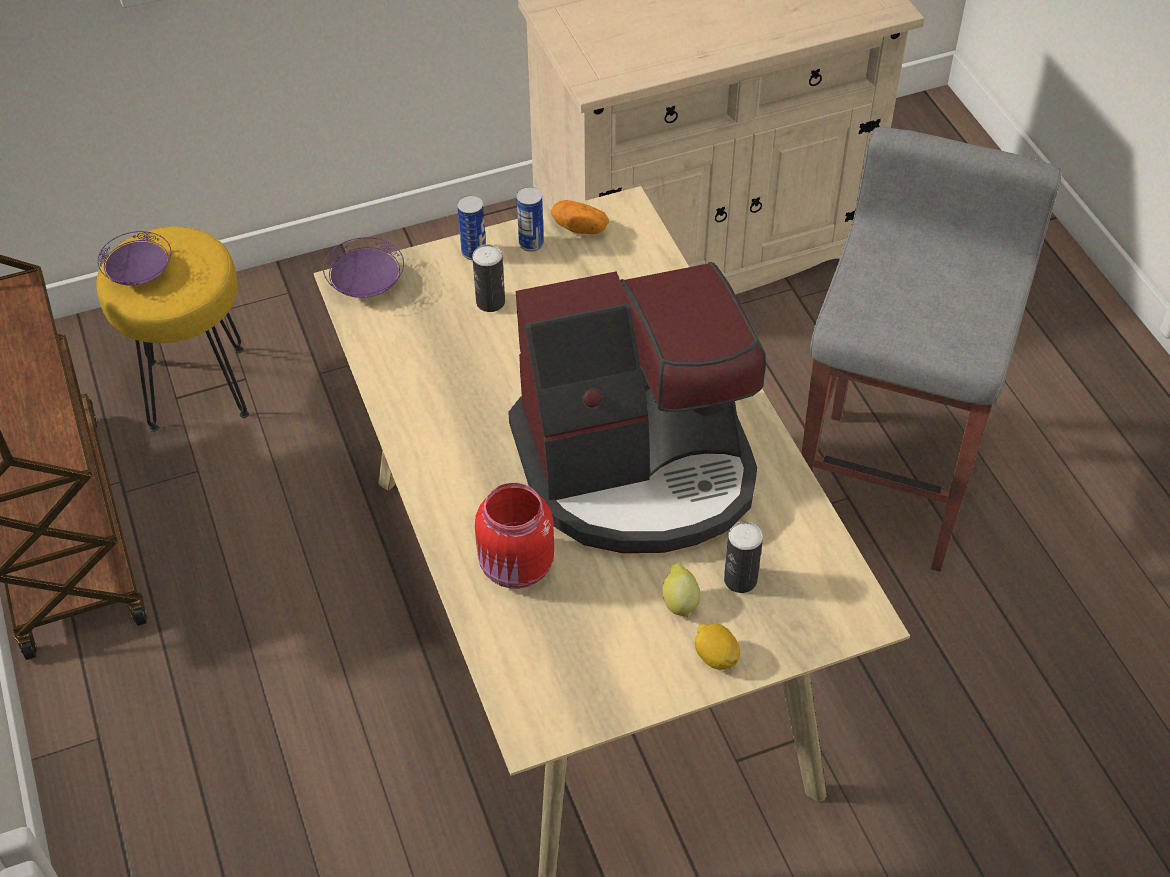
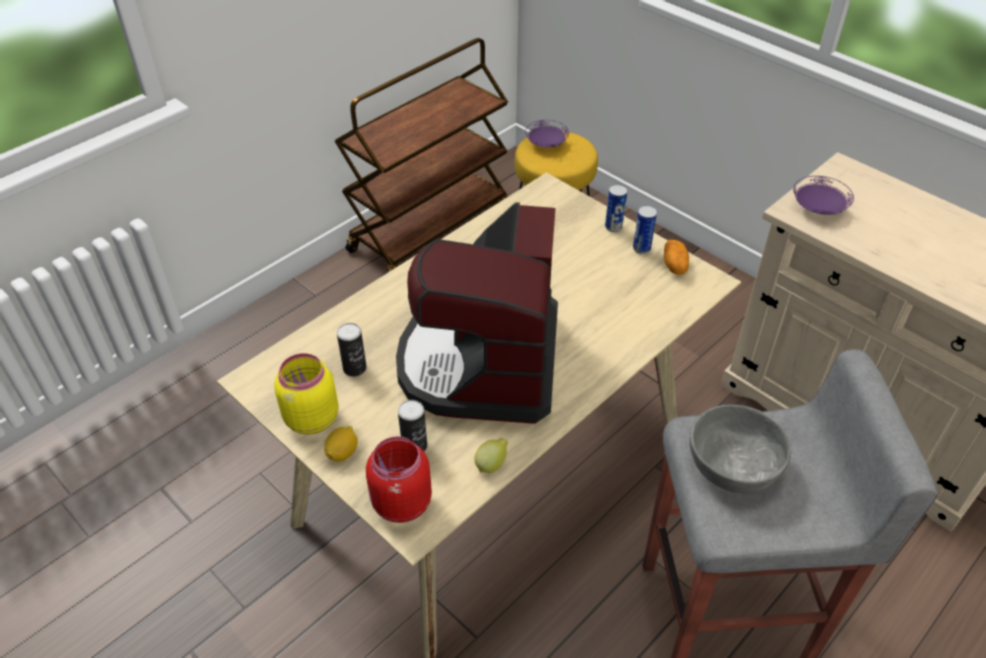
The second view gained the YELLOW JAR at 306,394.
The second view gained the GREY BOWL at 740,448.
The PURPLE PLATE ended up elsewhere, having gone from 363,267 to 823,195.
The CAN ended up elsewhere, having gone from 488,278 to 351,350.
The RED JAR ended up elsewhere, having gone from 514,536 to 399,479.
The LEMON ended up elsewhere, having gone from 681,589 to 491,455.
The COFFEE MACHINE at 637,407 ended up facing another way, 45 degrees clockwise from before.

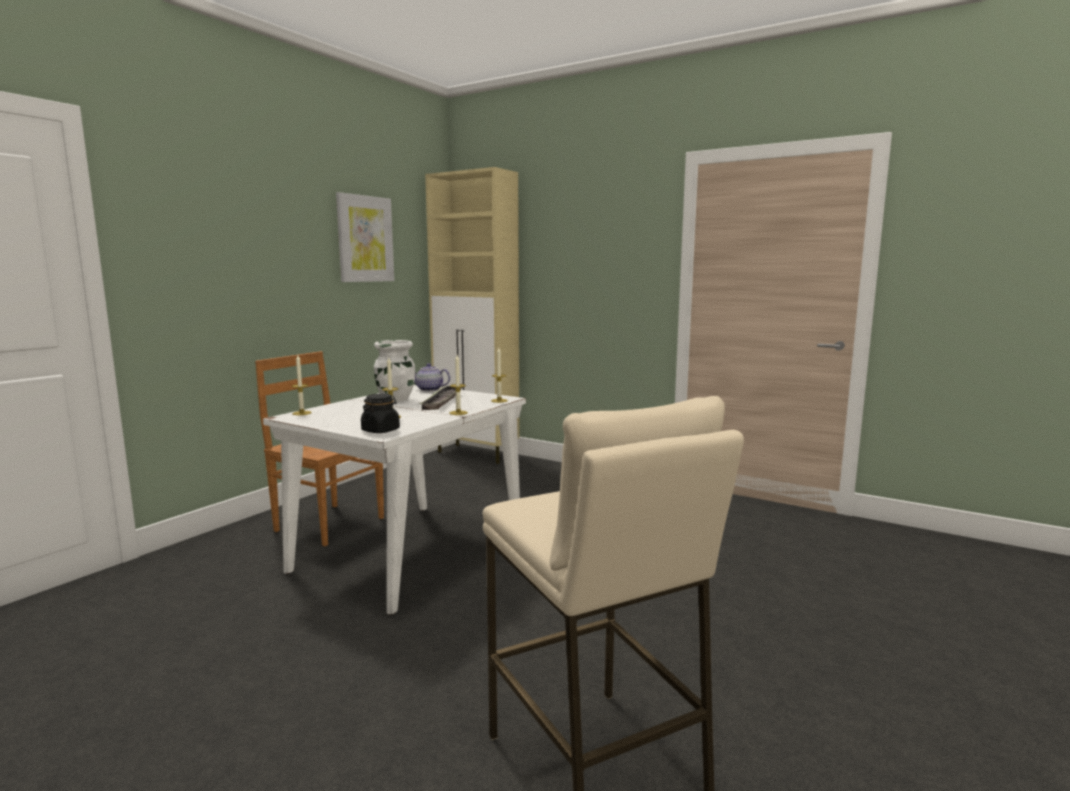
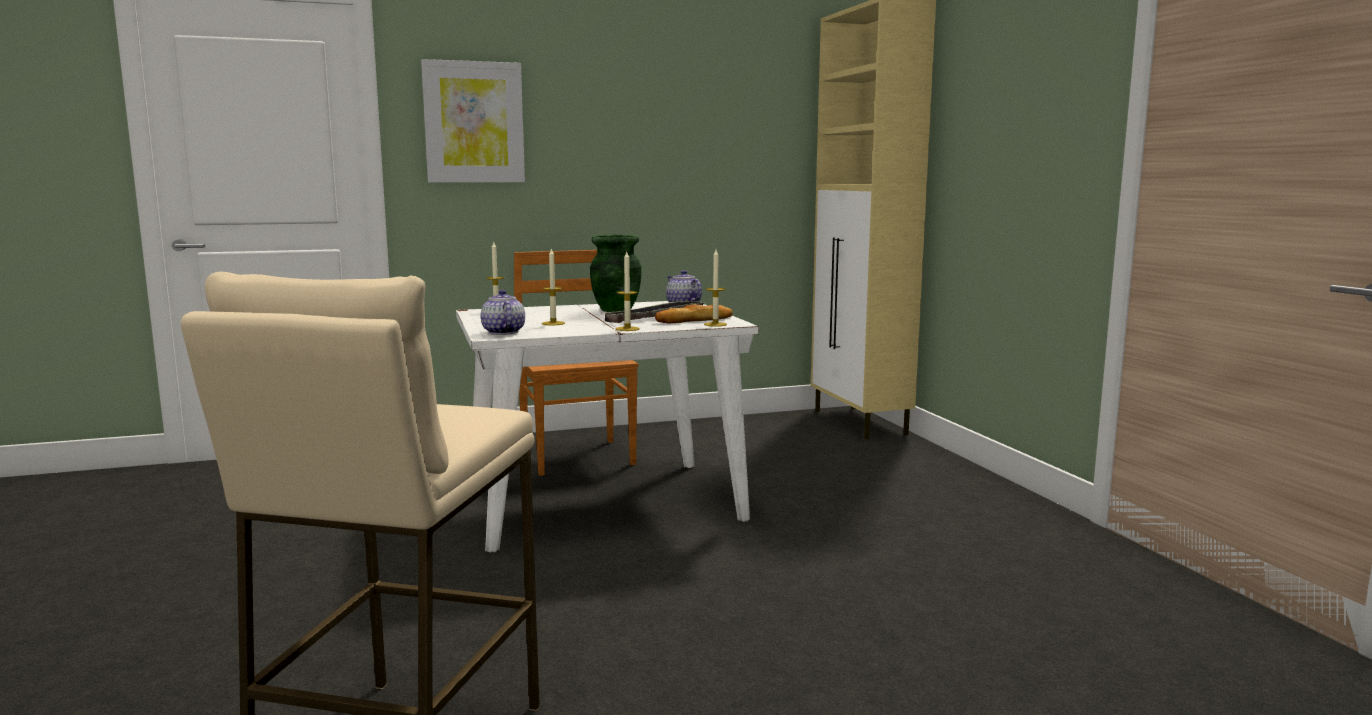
The second view gained the BREAD at 694,313.
The PICTURE ended up elsewhere, having gone from 365,237 to 473,121.
Where the BLACK JAR stood at 380,413, the TEAPOT came to stand at 503,312.
What was the WHITE VASE at 394,371 turned into the GREEN VASE at 616,273.

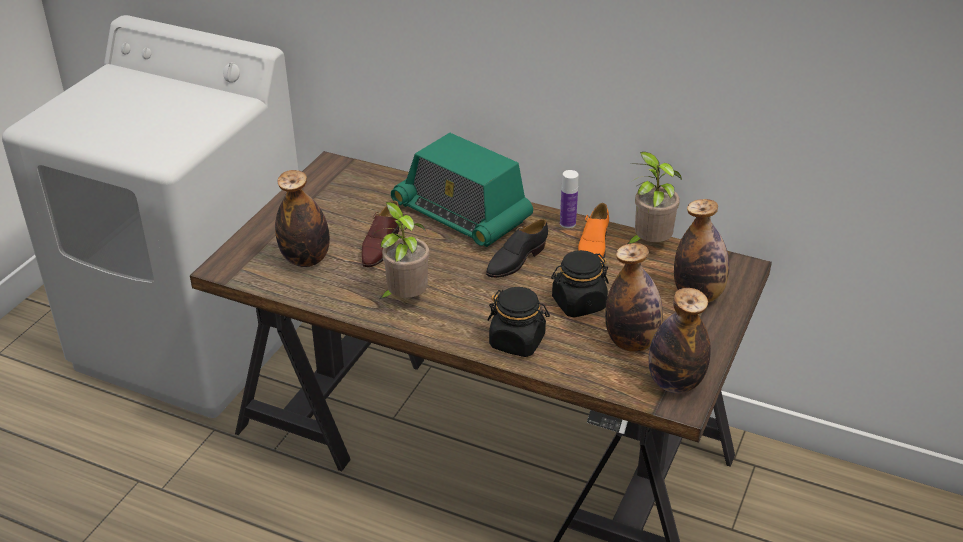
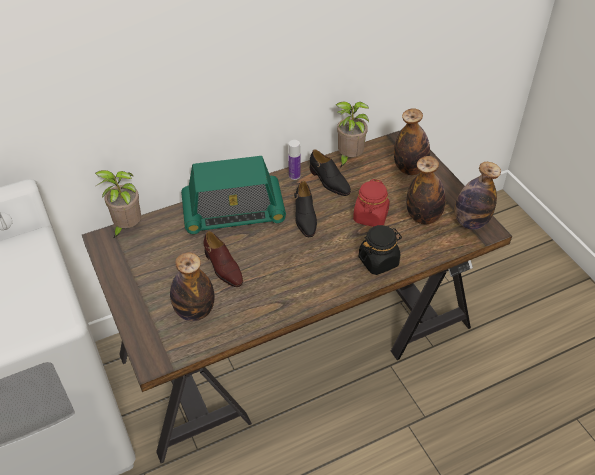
The POTTED PLANT ended up elsewhere, having gone from 401,251 to 118,204.
What was the BLACK JAR at 580,284 turned into the RED JAR at 371,203.
What was the ORANGE SHOE at 593,230 turned into the BLACK SHOE at 330,173.

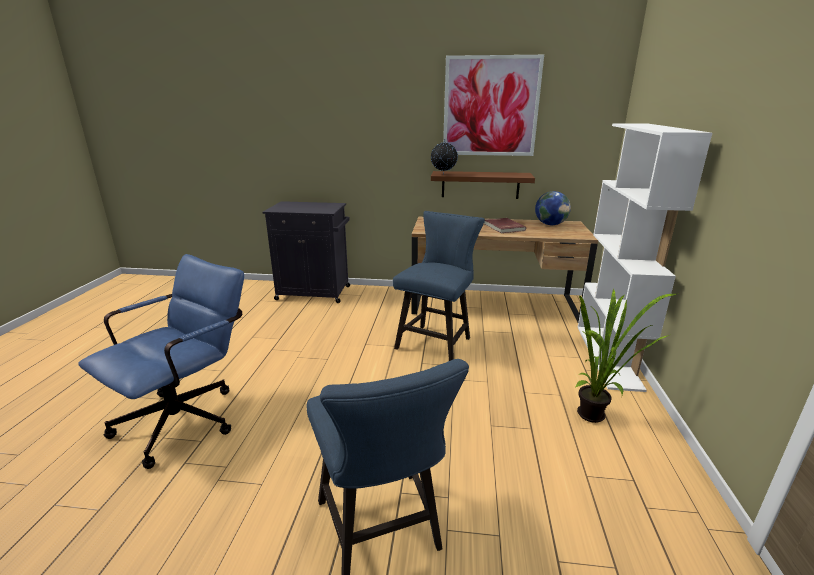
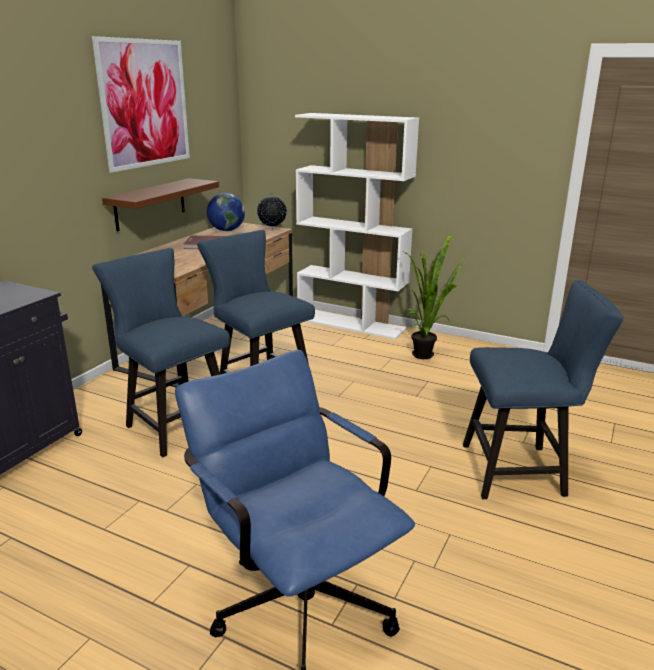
The second view gained the BLUE CHAIR at 161,352.
The GLOBE ended up elsewhere, having gone from 444,157 to 272,210.

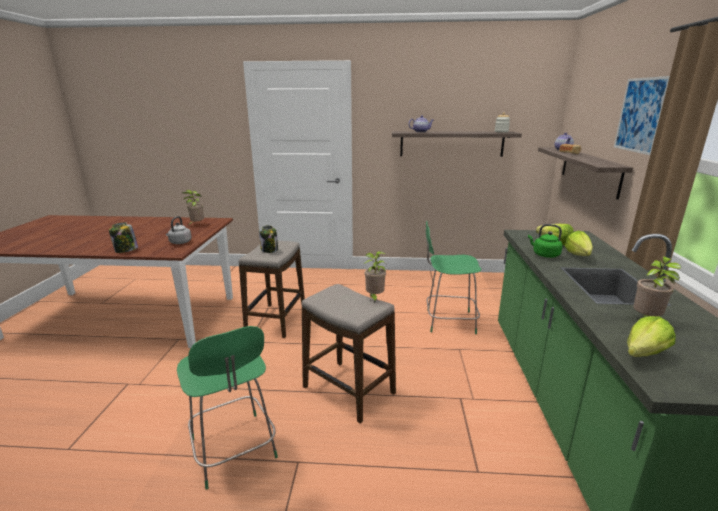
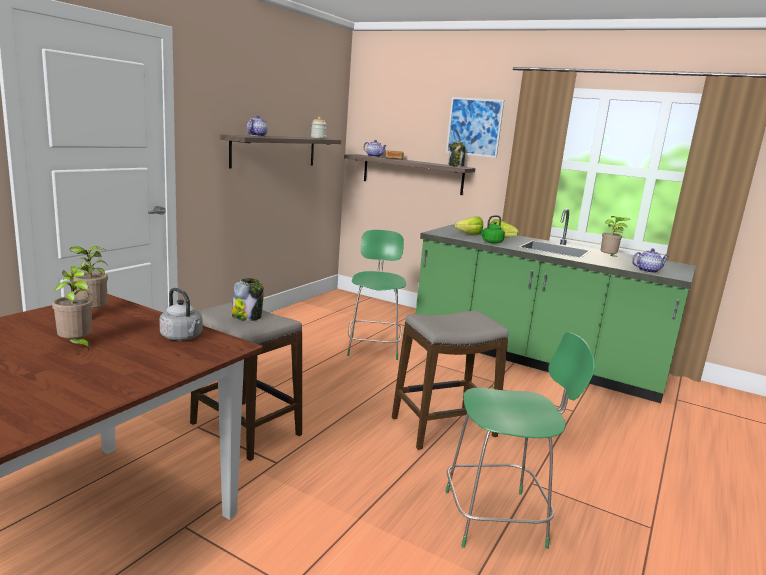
The JAR ended up elsewhere, having gone from 123,237 to 457,154.
The POTTED PLANT ended up elsewhere, having gone from 375,277 to 72,308.
Where the LETTUCE stood at 651,336, the TEAPOT came to stand at 650,260.
The GREEN CHAIR at 453,277 ended up facing another way, 150 degrees clockwise from before.

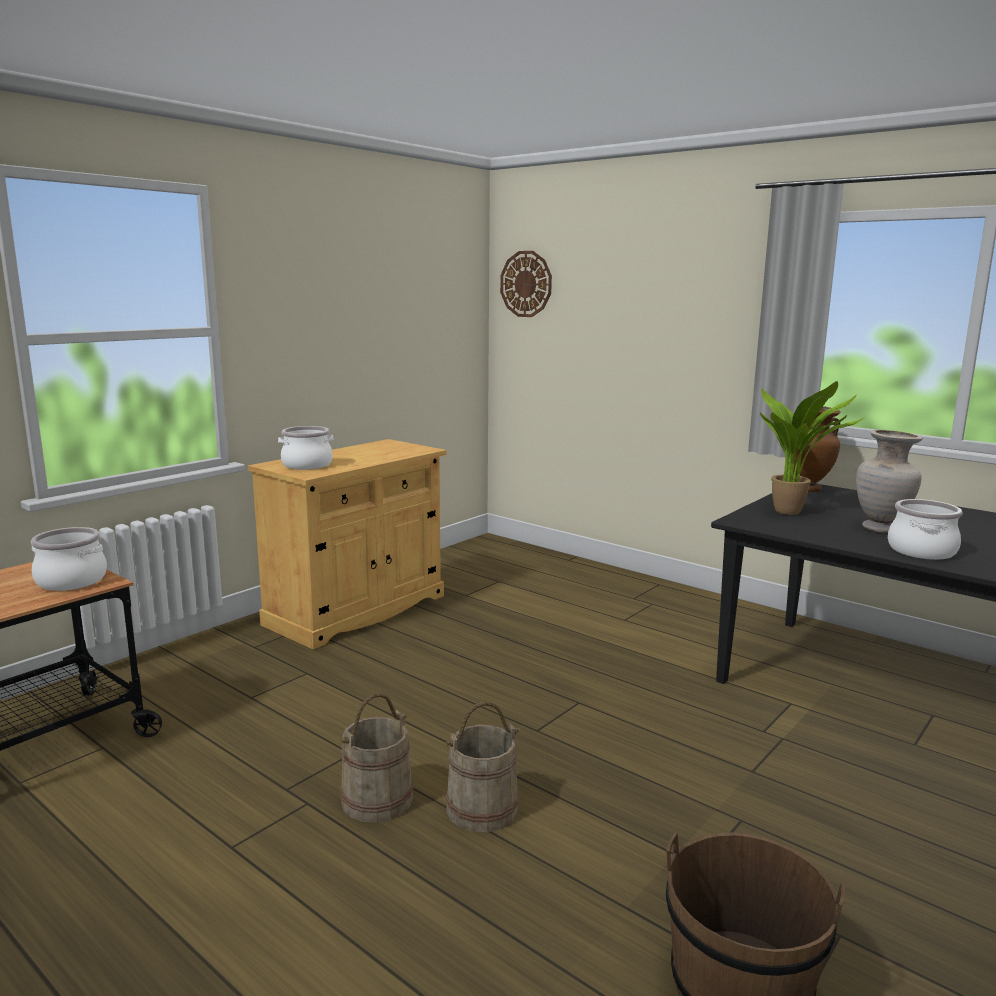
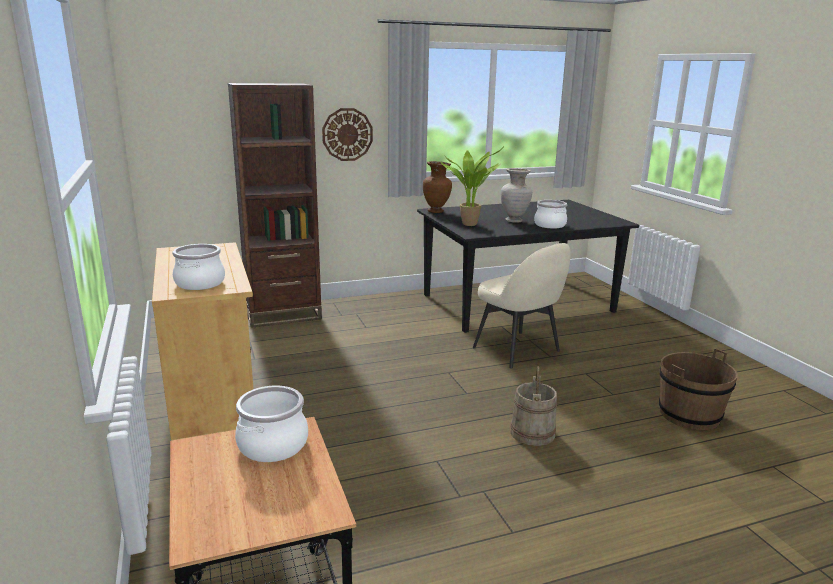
The second view lost the BEIGE BUCKET at 376,758.
The second view gained the BROWN BOOKCASE at 275,205.
The second view gained the BEIGE CHAIR at 522,305.
The WALL CLOCK ended up elsewhere, having gone from 526,284 to 347,134.

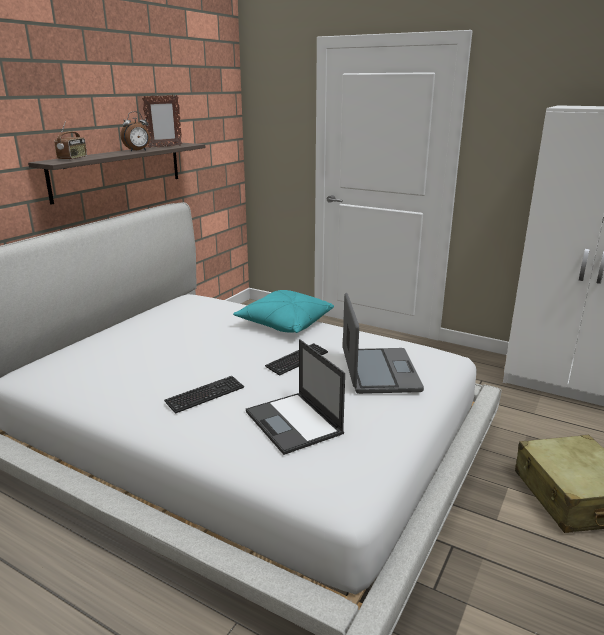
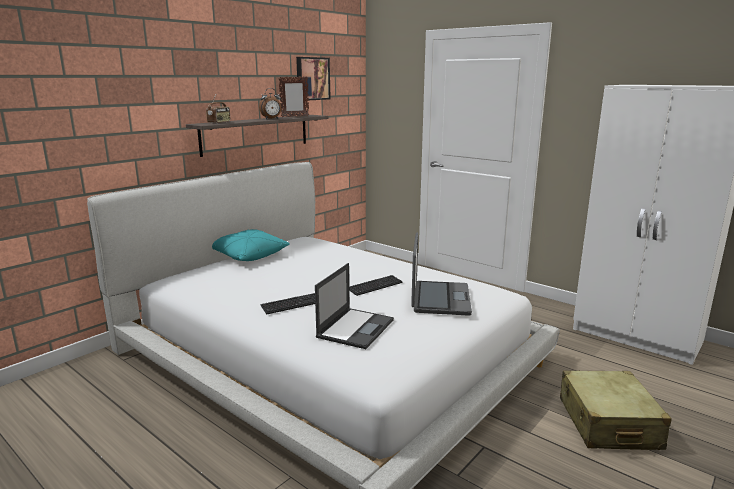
The second view gained the PICTURE at 313,78.
The TURQUOISE PILLOW ended up elsewhere, having gone from 283,311 to 251,245.
The LAPTOP at 295,397 ended up facing another way, 135 degrees counterclockwise from before.

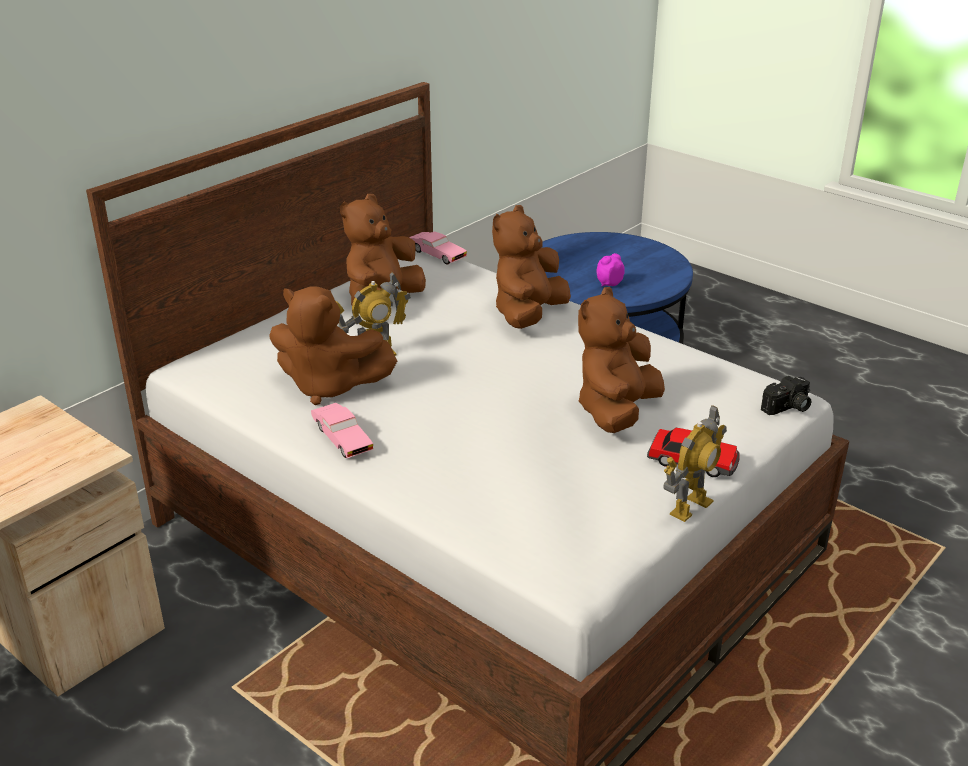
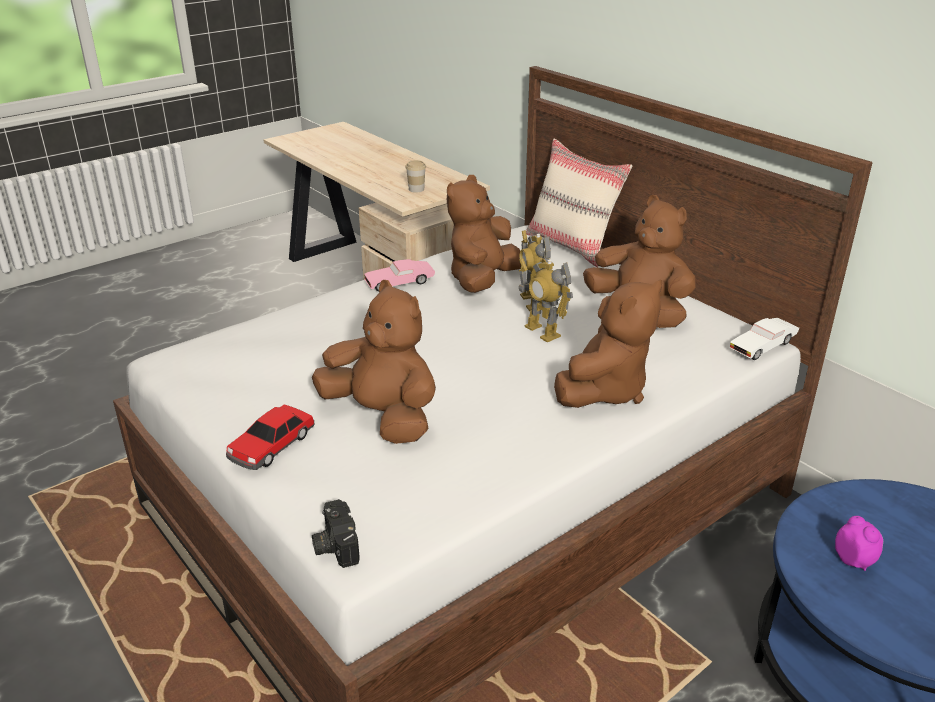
The second view gained the CUP at 415,176.
The second view gained the BEIGE PILLOW at 579,203.
The TOY ROBOT ended up elsewhere, having gone from 695,463 to 546,300.
What was the PINK TOY CAR at 438,248 turned into the WHITE TOY CAR at 764,339.
The BROWN PLUSH TOY at 531,267 ended up facing another way, 90 degrees clockwise from before.

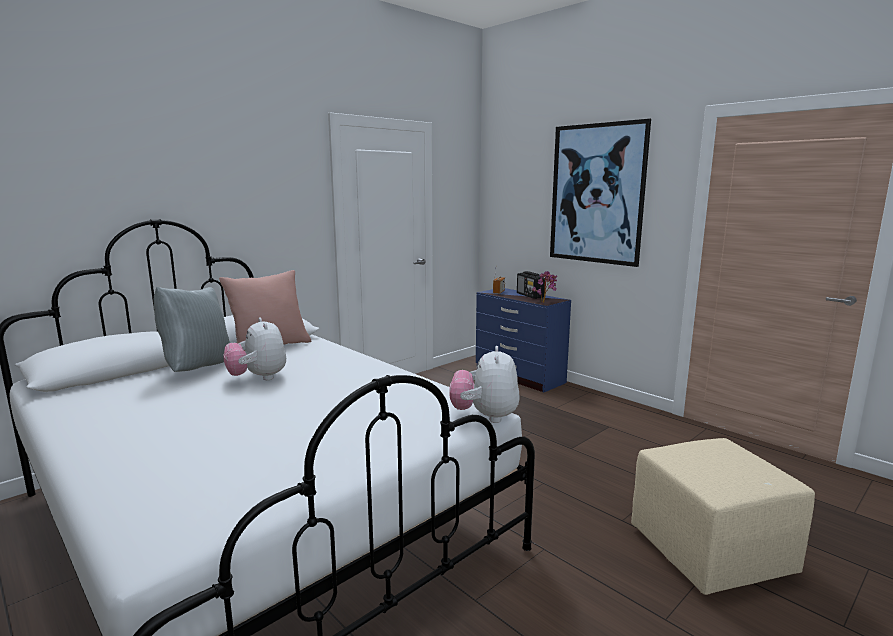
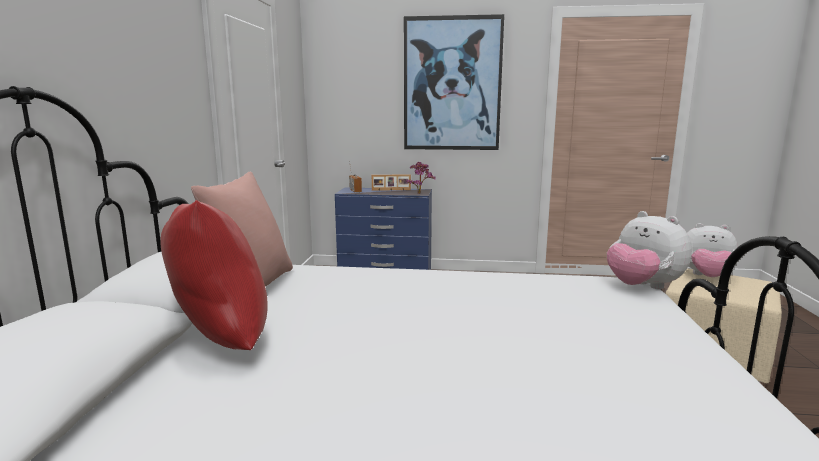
The PLUSH TOY ended up elsewhere, having gone from 254,348 to 712,250.
Where the RADIO stood at 531,285, the PICTURE FRAME came to stand at 391,182.
What was the GREY PILLOW at 192,329 turned into the RED PILLOW at 214,275.

